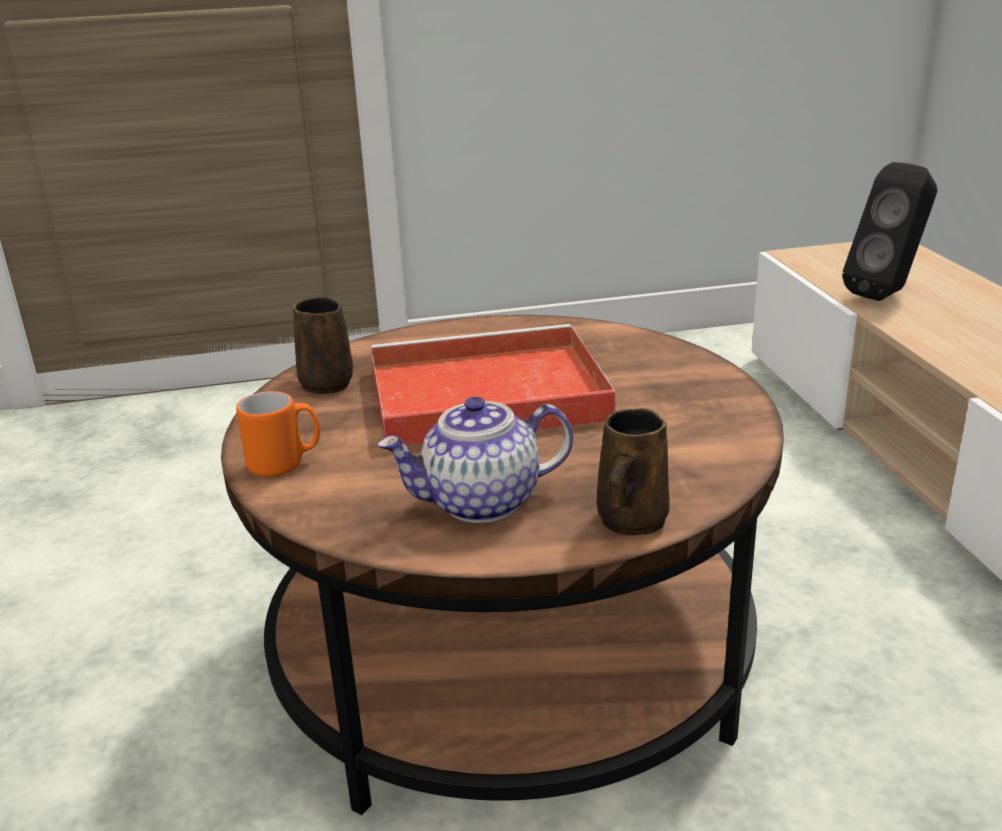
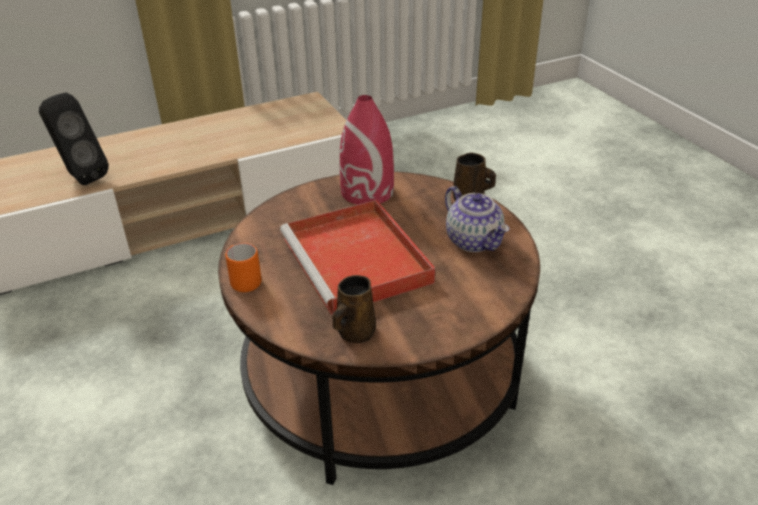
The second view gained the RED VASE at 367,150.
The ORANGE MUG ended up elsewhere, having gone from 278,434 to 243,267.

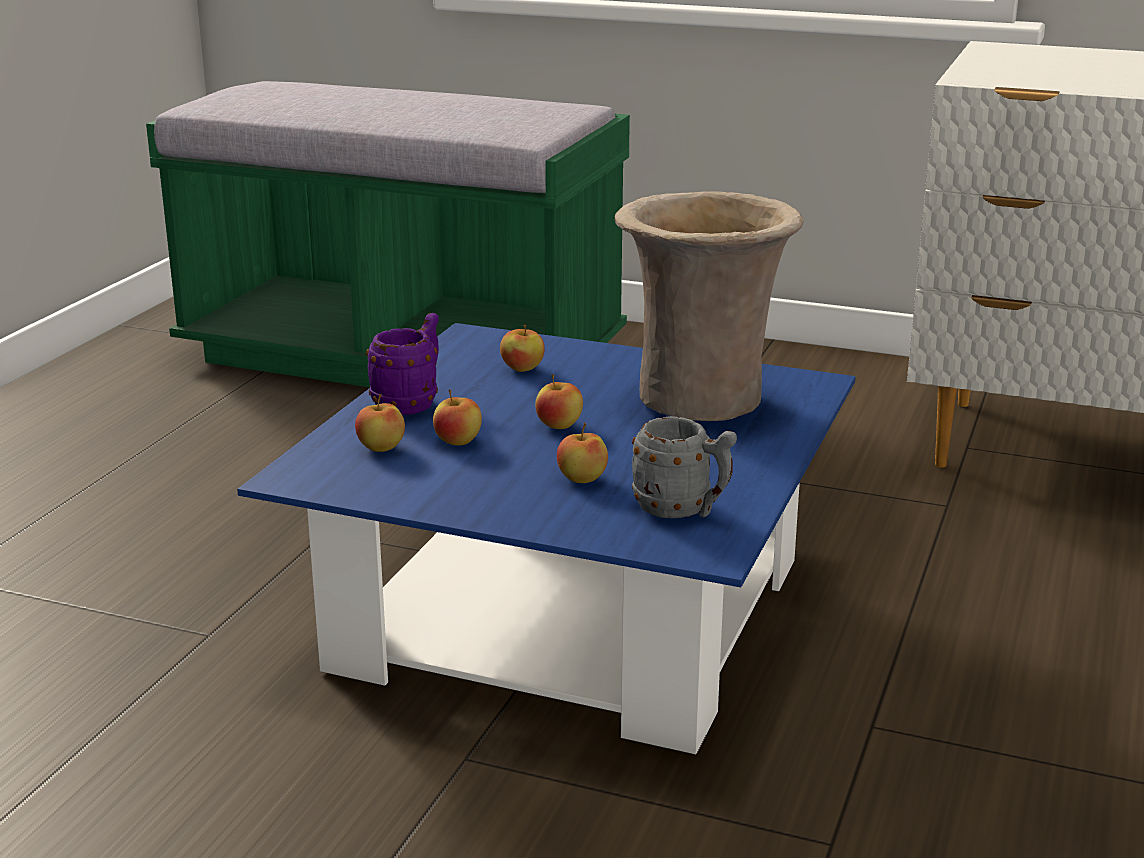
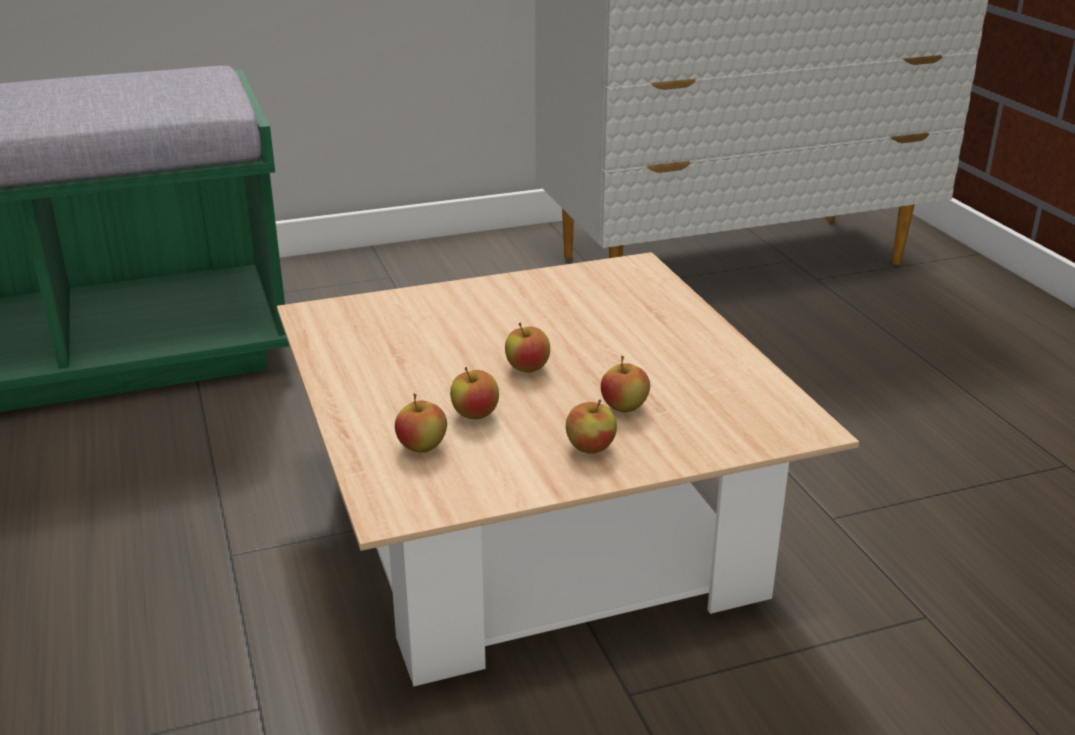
The second view lost the PURPLE MUG at 402,364.
The second view lost the BEIGE VASE at 709,306.
The second view lost the GREY MUG at 684,467.
The APPLE ended up elsewhere, having gone from 522,348 to 591,427.
What was the BLUE COFFEE TABLE at 546,538 turned into the BEIGE COFFEE TABLE at 568,469.

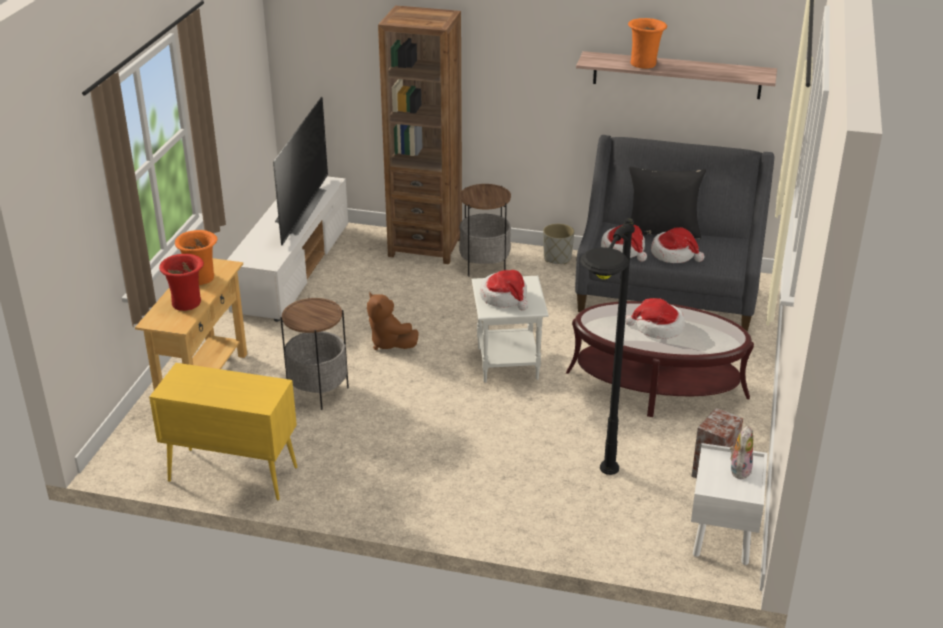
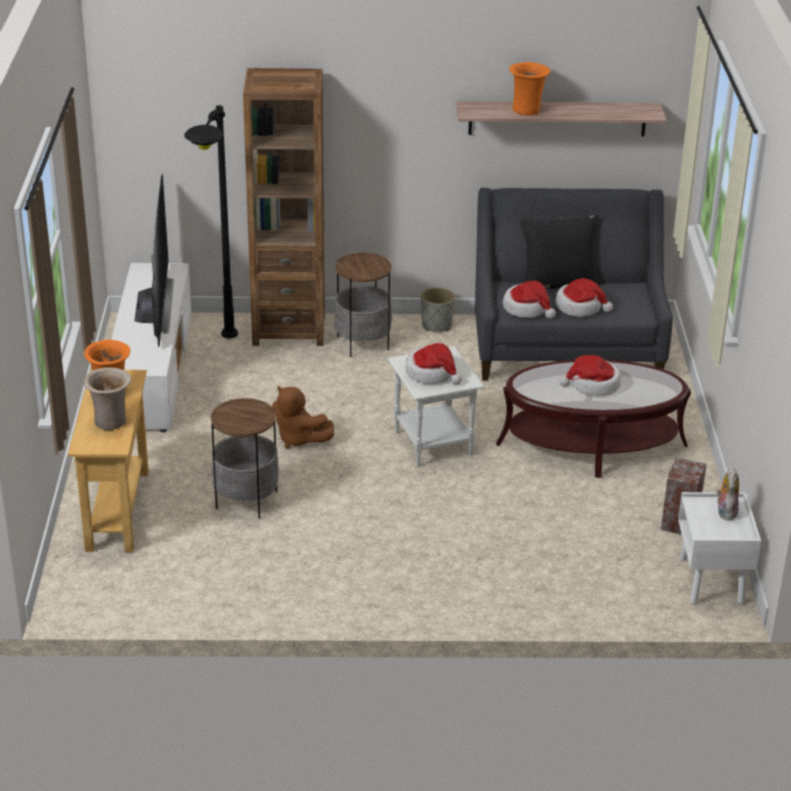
The second view lost the YELLOW CABINET at 223,431.
The BLACK FLOOR LAMP ended up elsewhere, having gone from 607,346 to 211,221.
What was the RED VASE at 181,282 turned into the BEIGE VASE at 107,398.

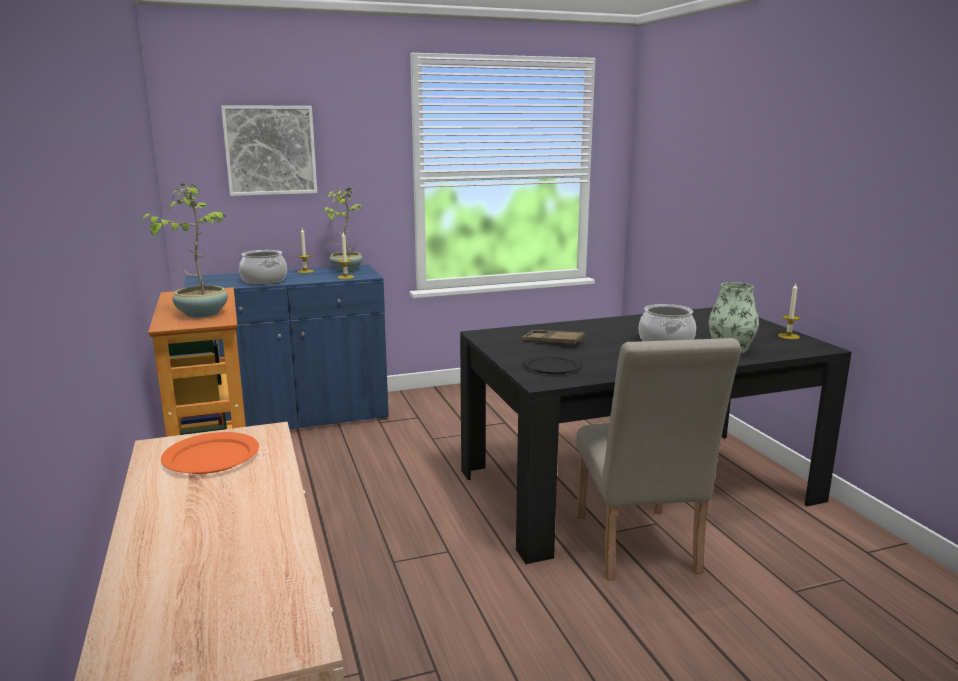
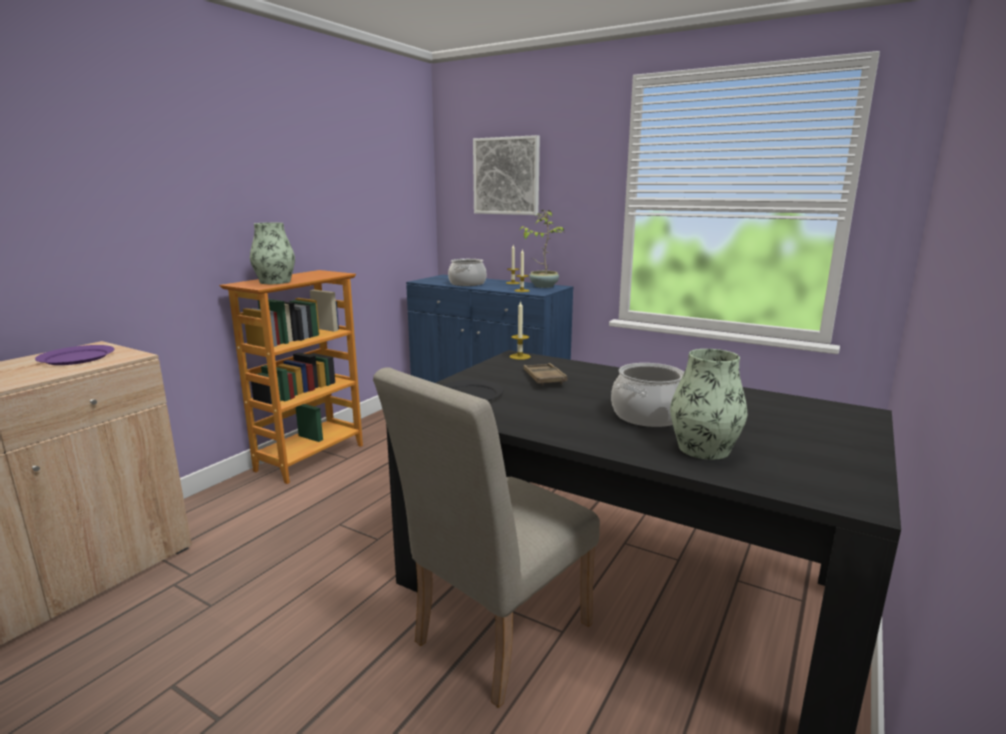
The CANDLE ended up elsewhere, having gone from 789,311 to 520,330.
Where the POTTED PLANT stood at 184,250, the VASE came to stand at 272,253.
What was the ORANGE PLATE at 210,453 turned into the PURPLE PLATE at 75,355.

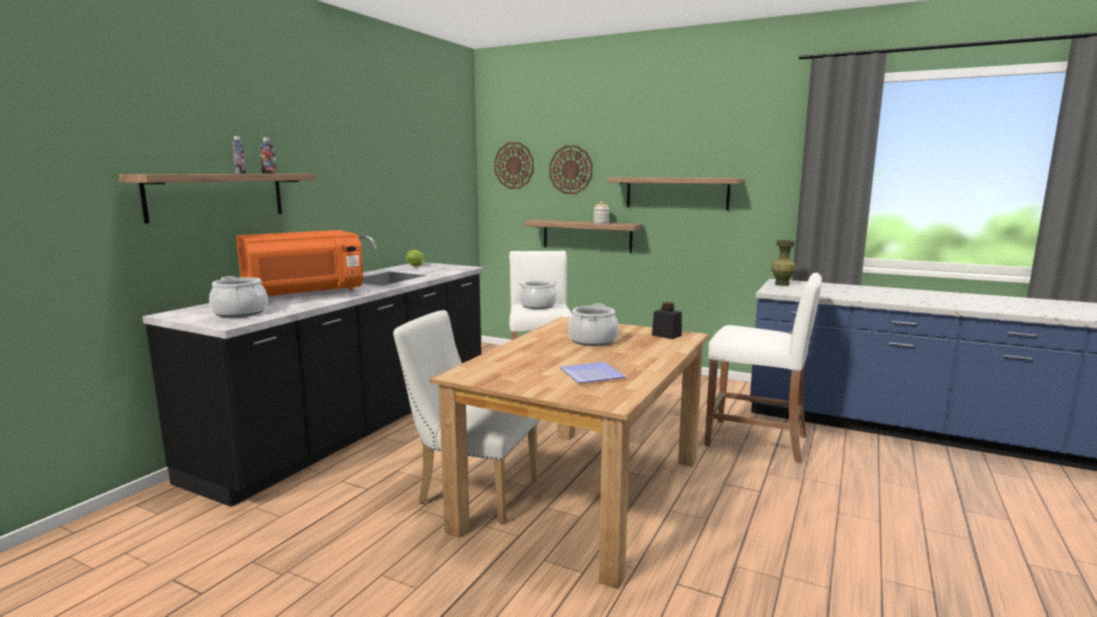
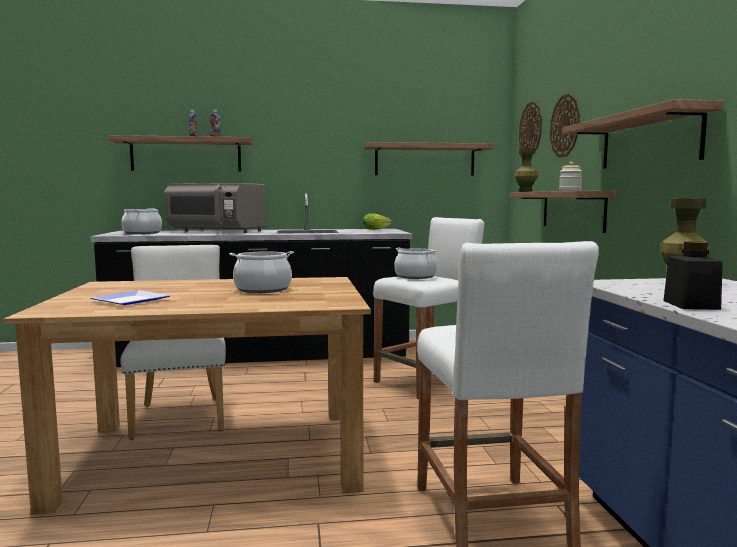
The second view gained the SHELF at 429,159.
The second view gained the GREEN VASE at 526,170.
The BLACK JAR ended up elsewhere, having gone from 667,320 to 693,275.
What was the ORANGE MICROWAVE at 299,263 turned into the GREY MICROWAVE at 215,208.

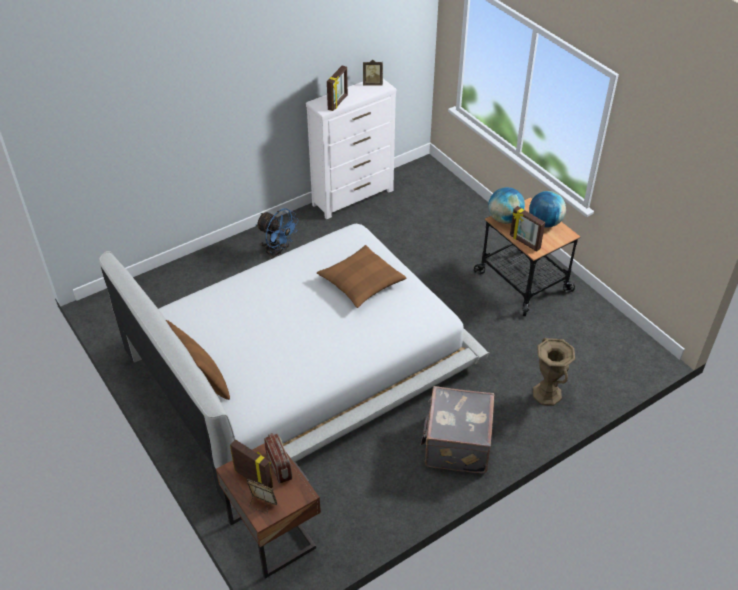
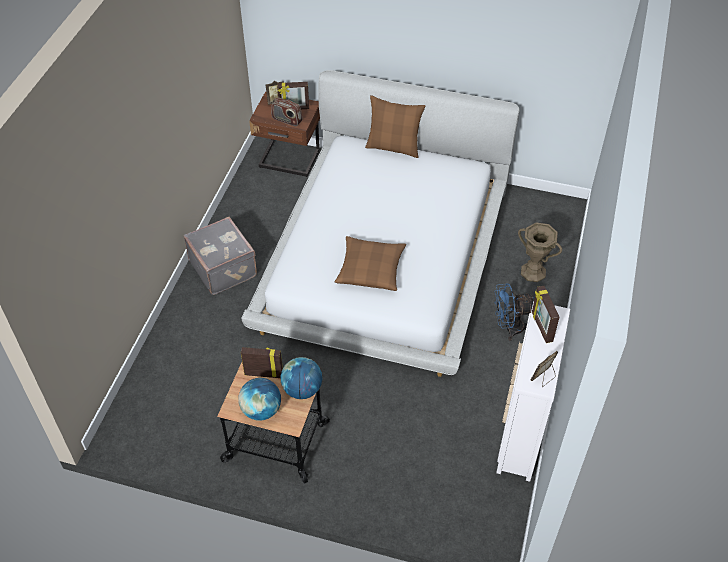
The BROWN VASE ended up elsewhere, having gone from 554,372 to 540,252.

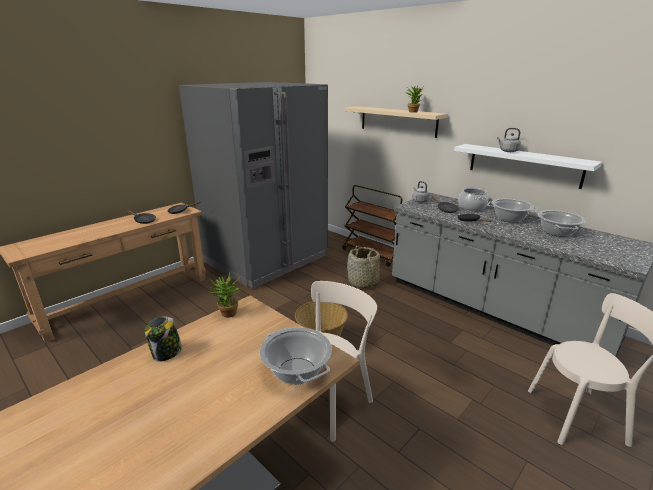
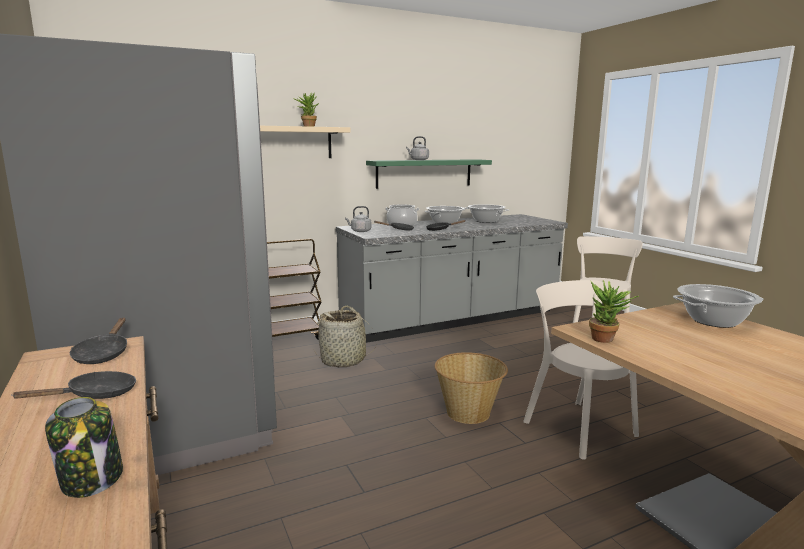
The JAR ended up elsewhere, having gone from 163,339 to 84,447.
What was the WHITE SHELF at 528,166 turned into the GREEN SHELF at 429,174.

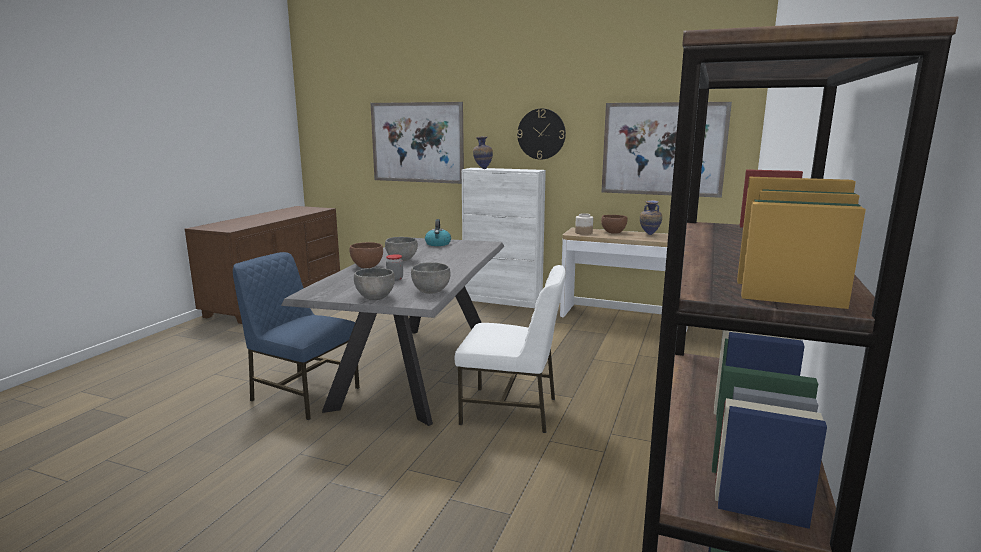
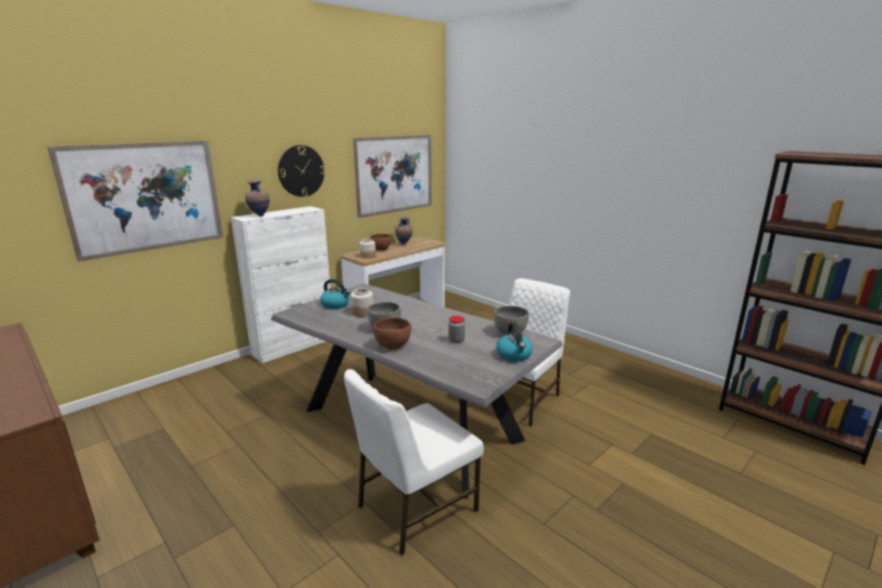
The second view gained the JAR at 362,302.
Where the GREY BOWL stood at 374,284, the KETTLE came to stand at 514,342.
What was the BLUE CHAIR at 296,336 turned into the WHITE CHAIR at 414,462.

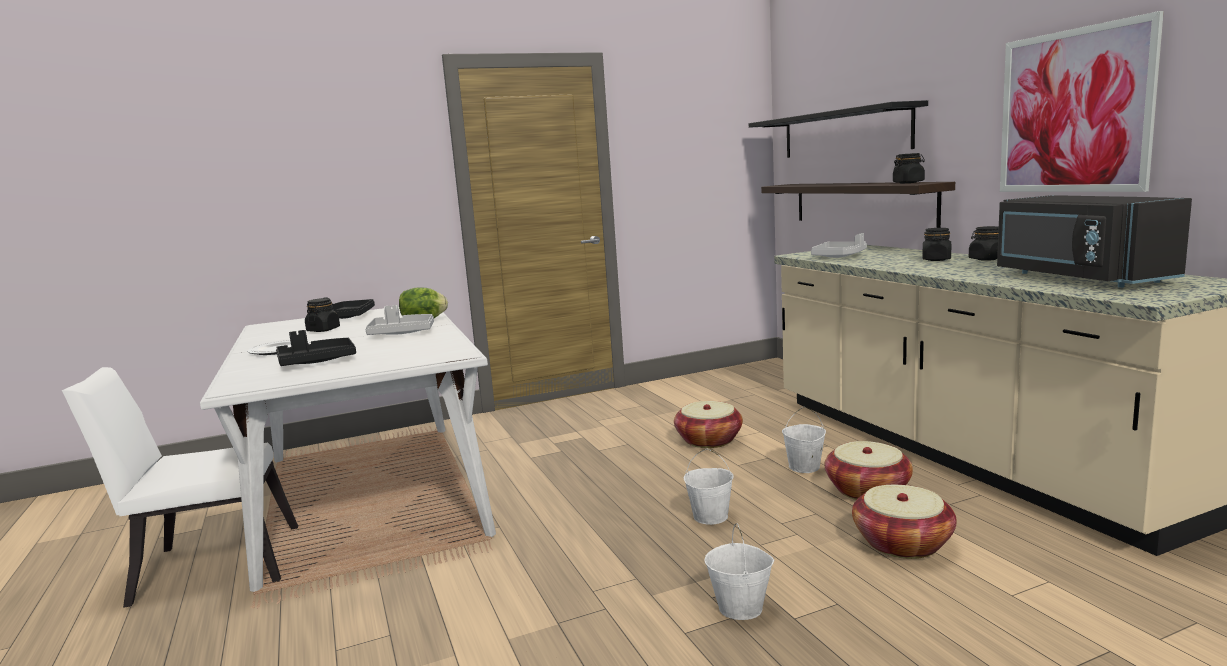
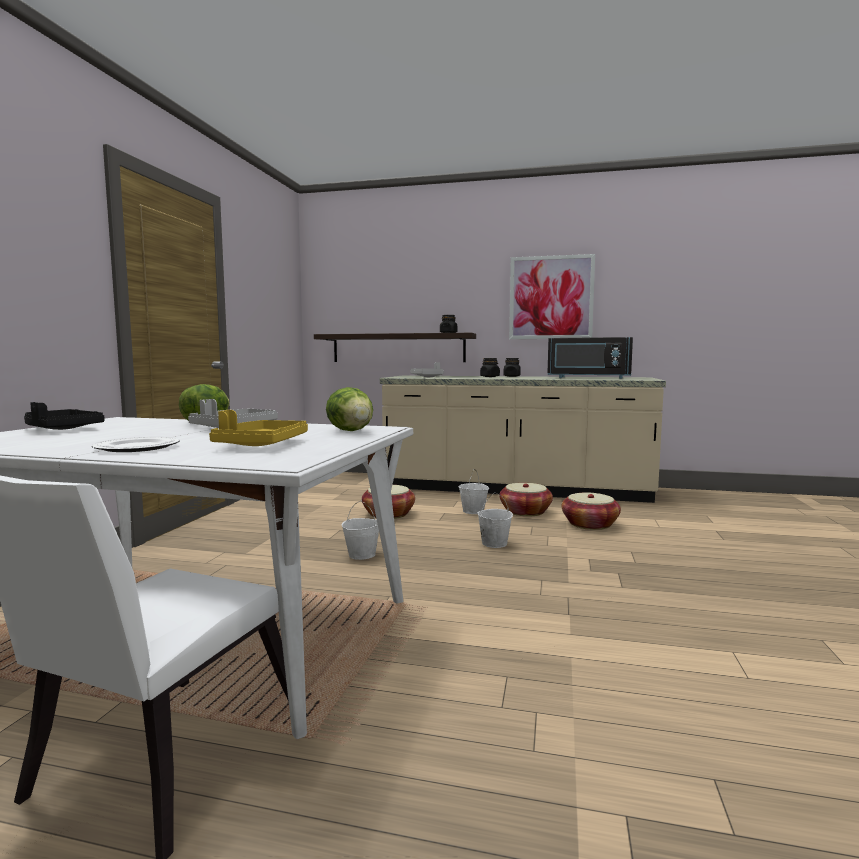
The second view lost the BLACK JAR at 322,315.
The second view lost the BLACK SHELF at 838,129.
The second view gained the LETTUCE at 349,409.
The WHITE BUCKET ended up elsewhere, having gone from 739,571 to 360,530.
What was the BLACK TRAY at 316,348 turned into the YELLOW TRAY at 258,428.

